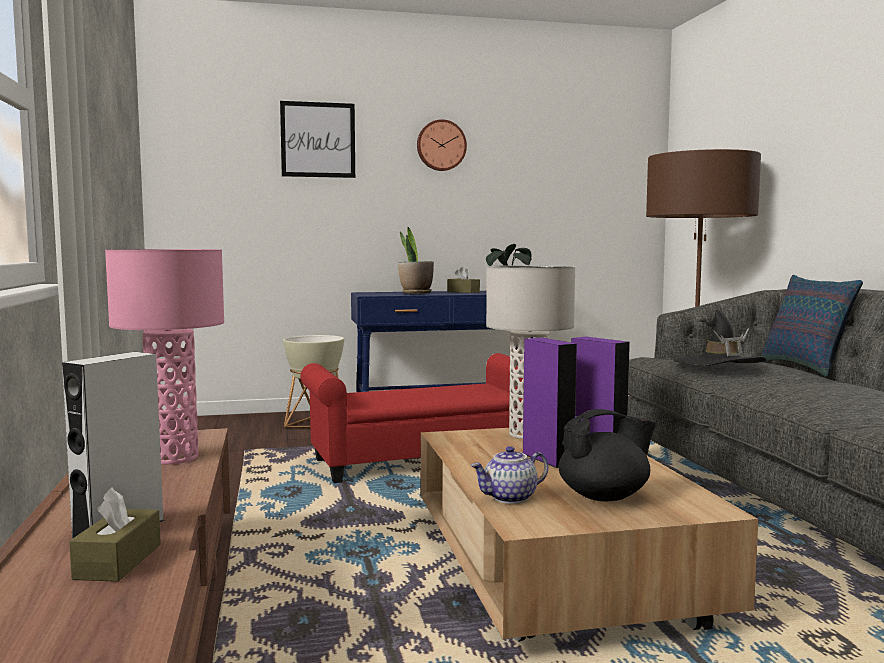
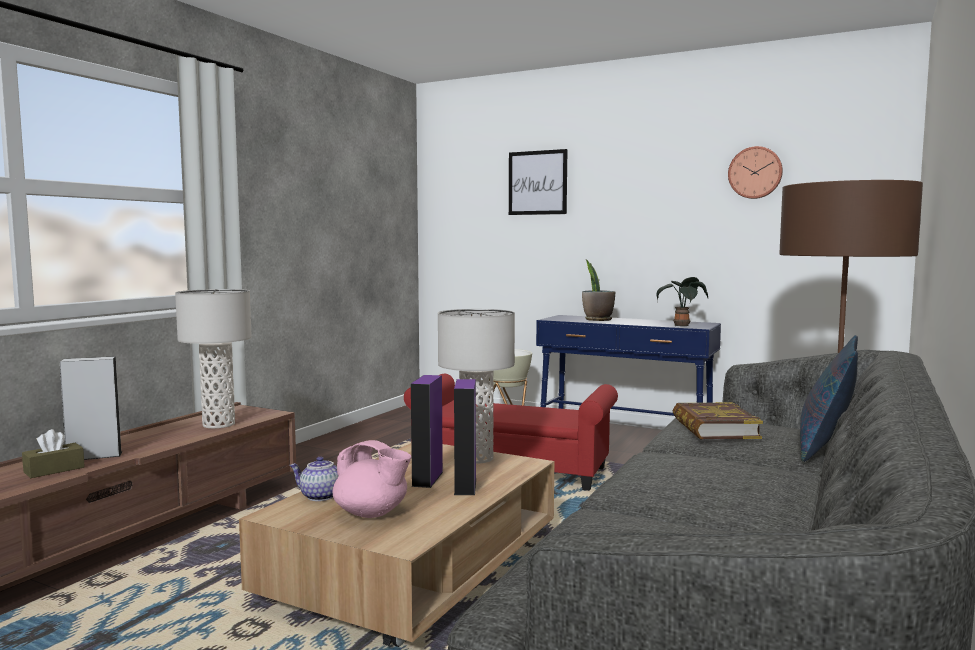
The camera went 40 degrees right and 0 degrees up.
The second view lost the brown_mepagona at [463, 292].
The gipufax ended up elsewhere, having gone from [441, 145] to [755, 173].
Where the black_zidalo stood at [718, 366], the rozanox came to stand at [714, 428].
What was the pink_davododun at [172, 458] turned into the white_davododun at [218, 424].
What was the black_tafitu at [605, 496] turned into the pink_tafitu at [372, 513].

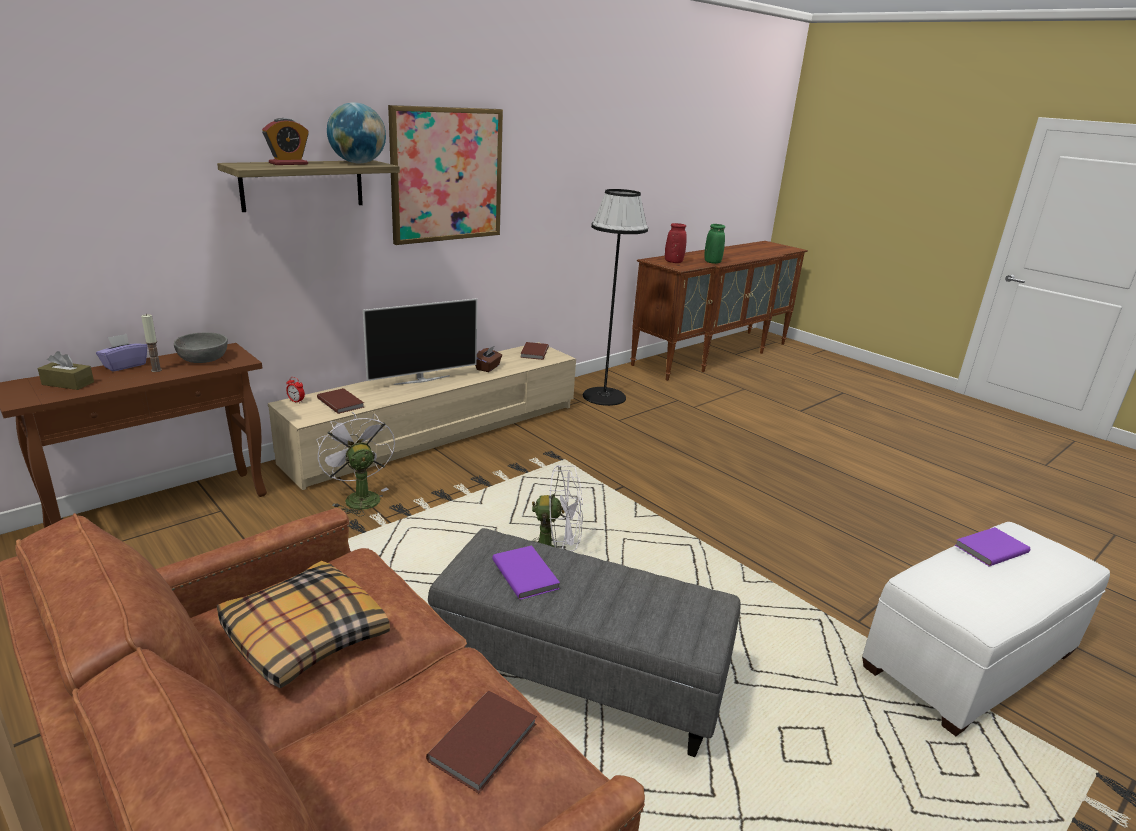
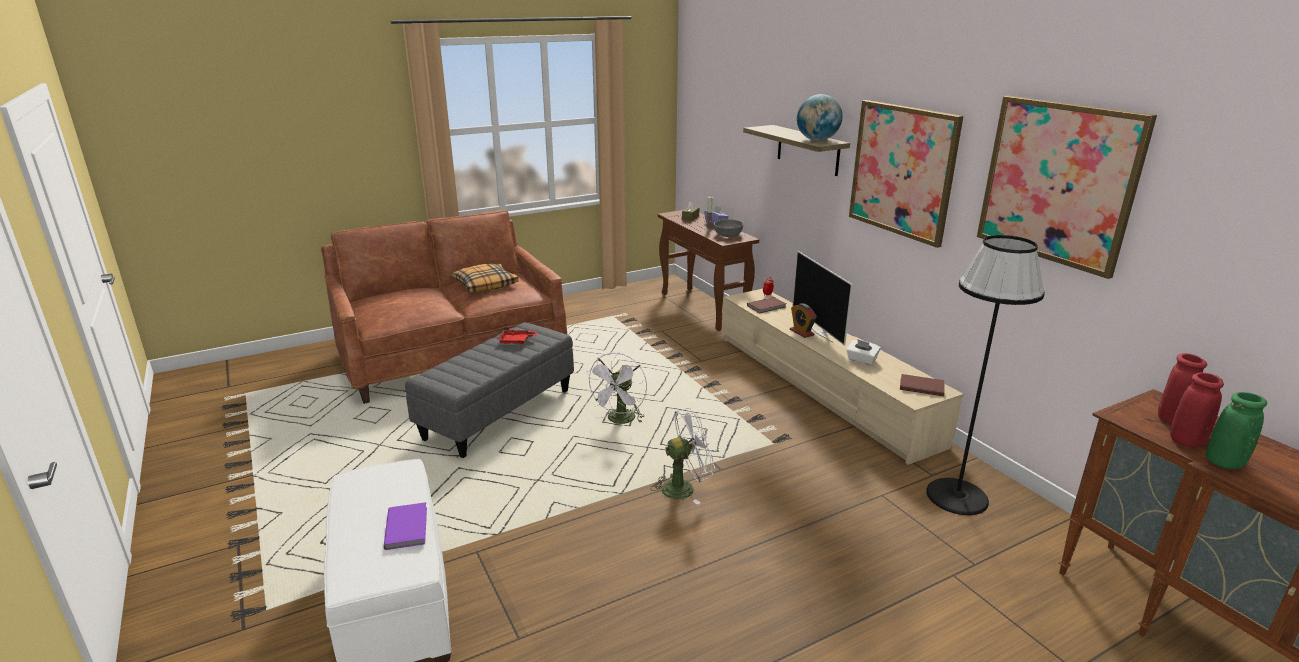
The camera went 105 degrees right and 0 degrees up.
The second view lost the brown_rozanox at [486, 742].
The second view gained the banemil at [1058, 183].
The second view gained the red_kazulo at [1187, 441].
The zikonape ended up elsewhere, having gone from [288, 163] to [801, 332].
The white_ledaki ended up elsewhere, having gone from [359, 497] to [684, 487].
Where the purple_rozanox stood at [526, 573], the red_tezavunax came to stand at [516, 341].
What was the brown_mepagona at [488, 368] turned into the white_mepagona at [861, 360].

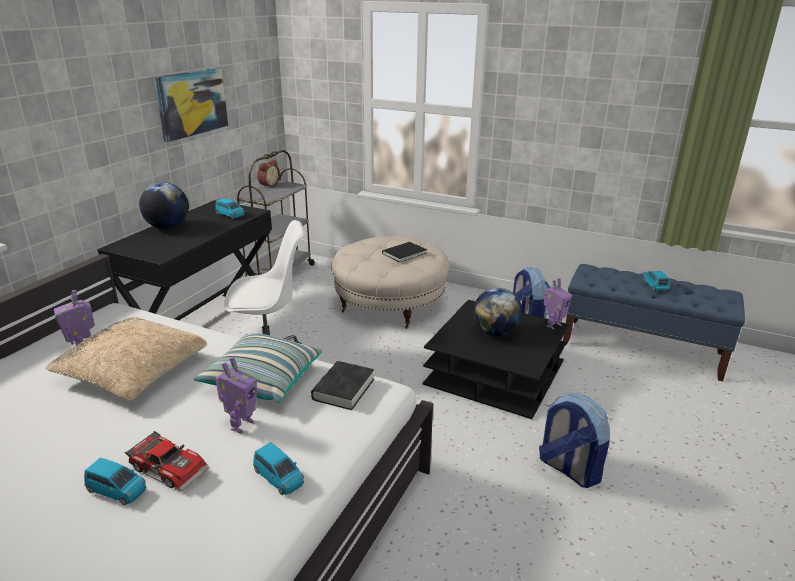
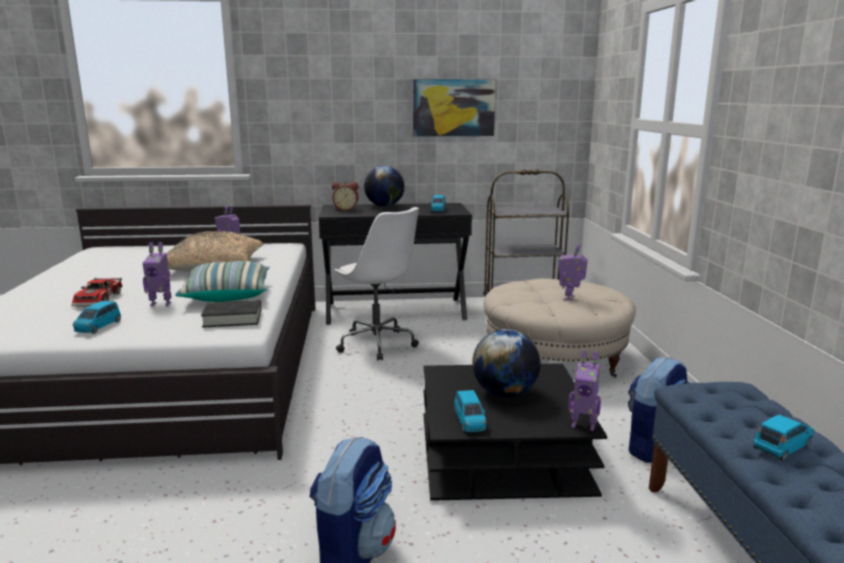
The camera went 60 degrees right and 10 degrees down.
The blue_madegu ended up elsewhere, having gone from [117, 490] to [469, 421].
The zikonape ended up elsewhere, having gone from [268, 185] to [346, 209].
Where the black_rozanox stood at [405, 253], the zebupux came to stand at [570, 298].

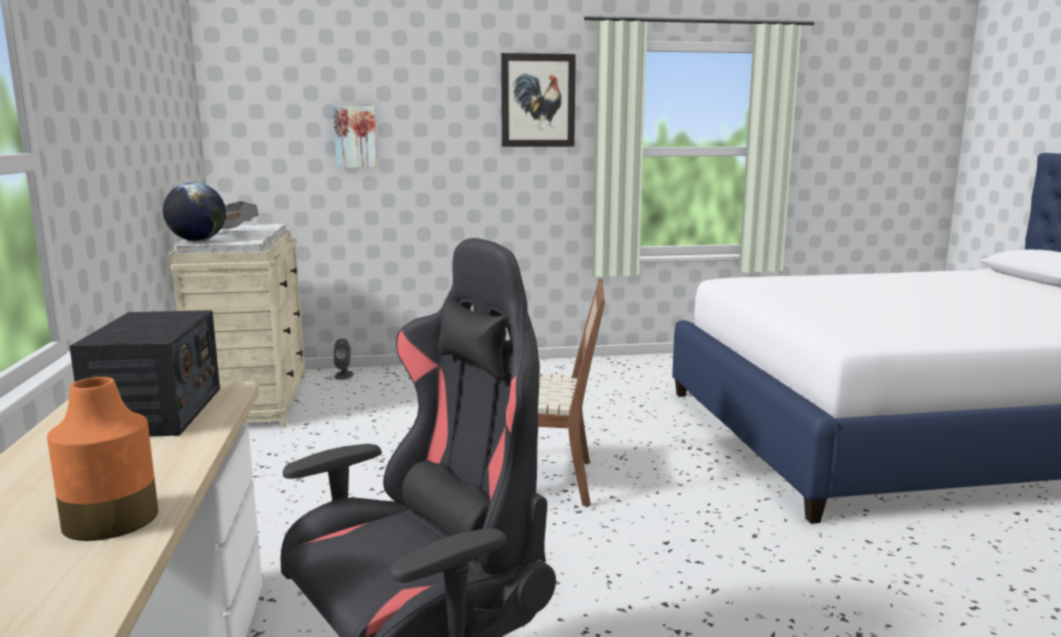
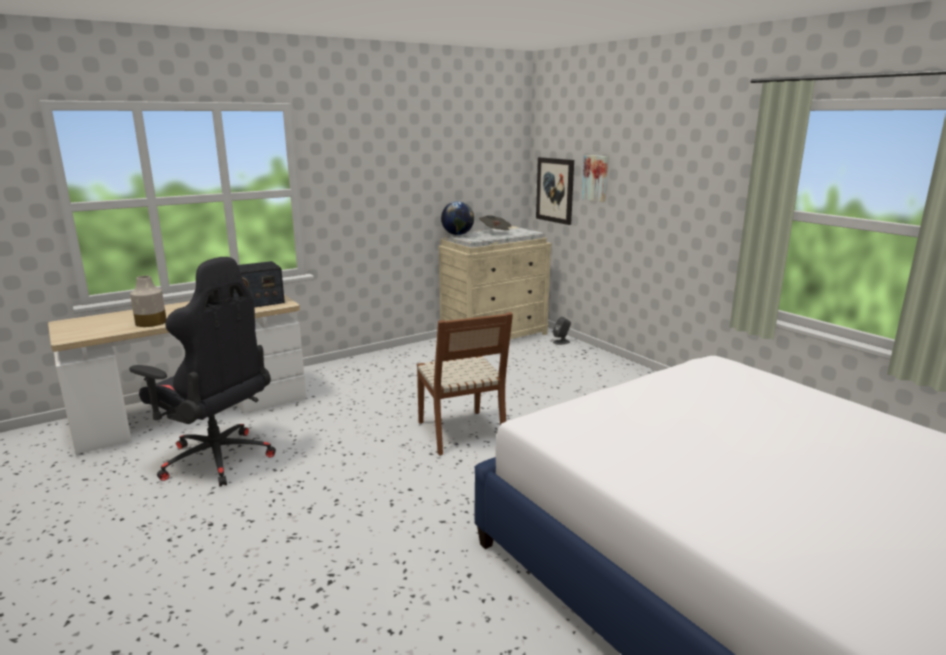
The camera went 65 degrees right and 5 degrees up.
The banemil ended up elsewhere, having gone from [538, 100] to [555, 190].
What was the orange_kazulo at [109, 519] turned into the beige_kazulo at [151, 322].

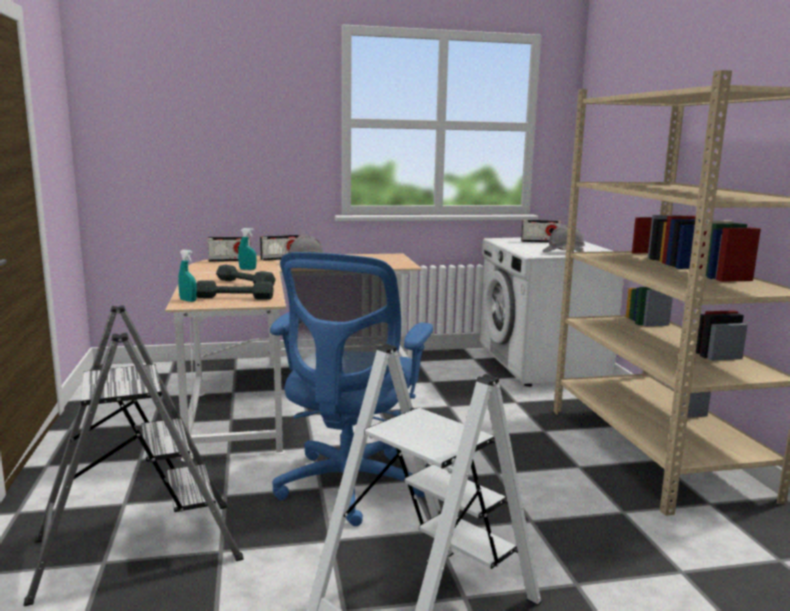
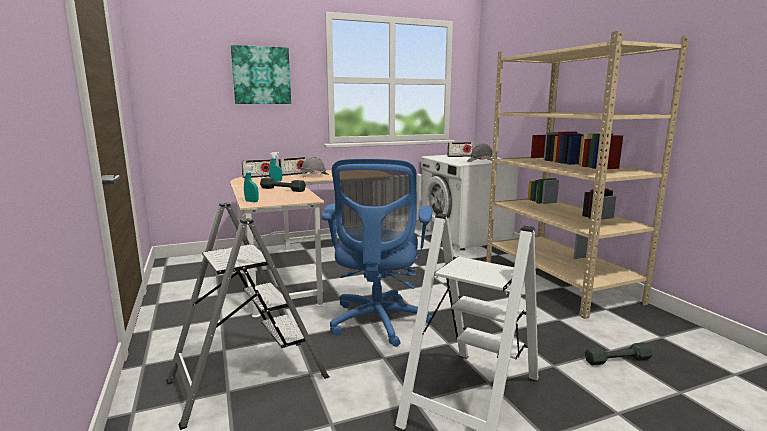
The camera went 10 degrees left and 0 degrees up.
The second view gained the banemil at [261, 75].
The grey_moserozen ended up elsewhere, having gone from [234, 298] to [617, 360].

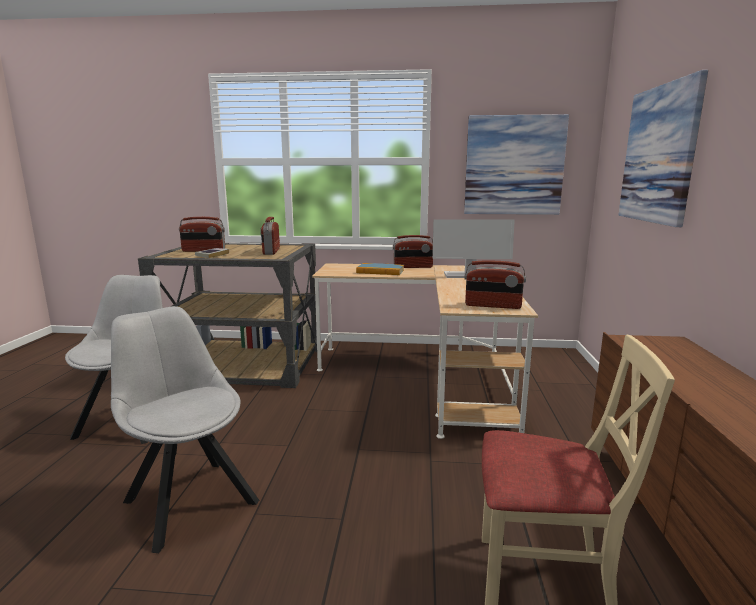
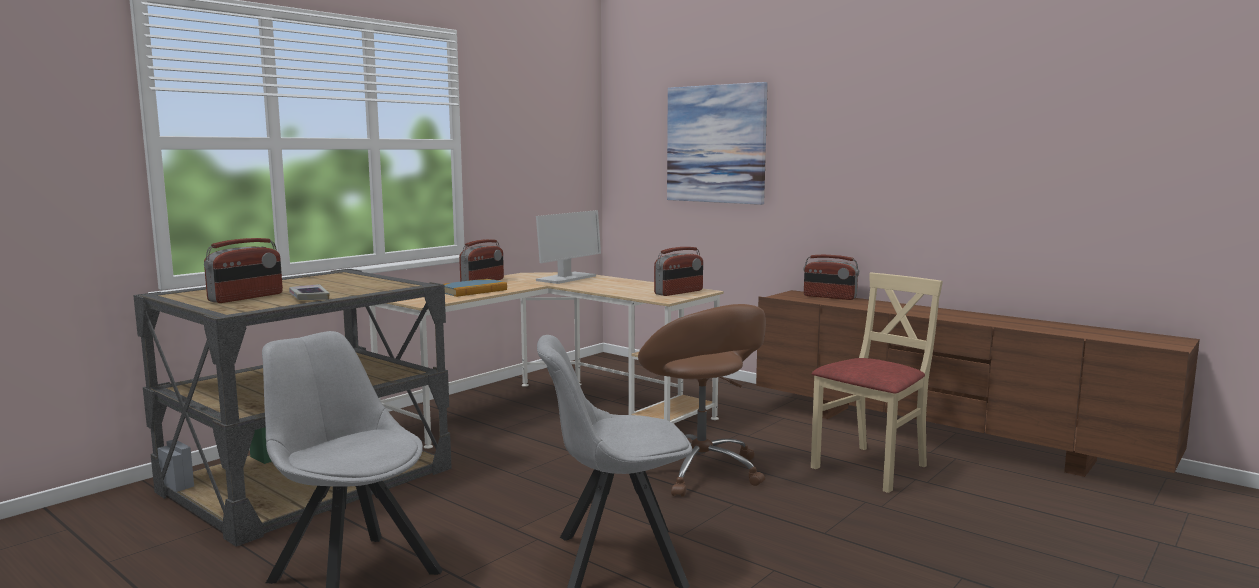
The camera went 55 degrees left and 5 degrees down.
The second view lost the banemil at [514, 165].
The second view gained the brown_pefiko at [701, 473].
The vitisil ended up elsewhere, having gone from [271, 251] to [829, 297].

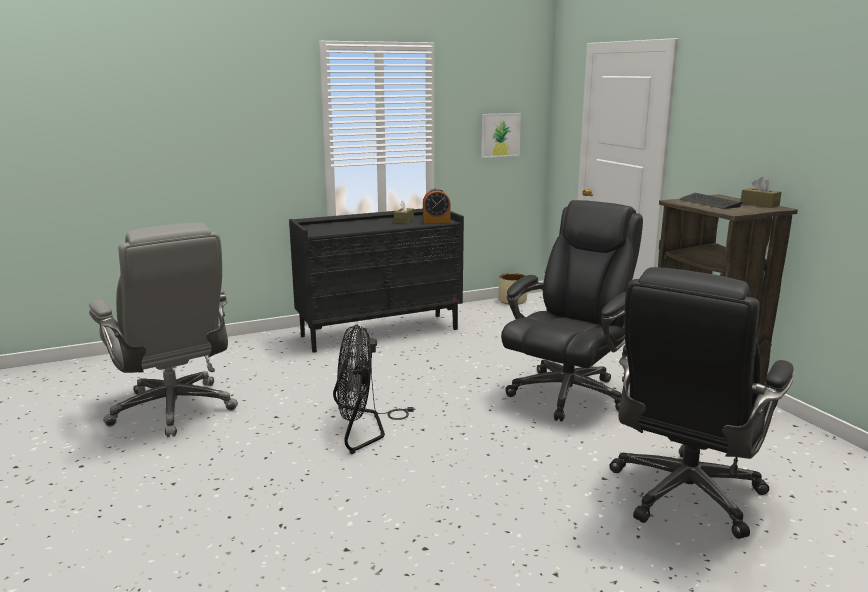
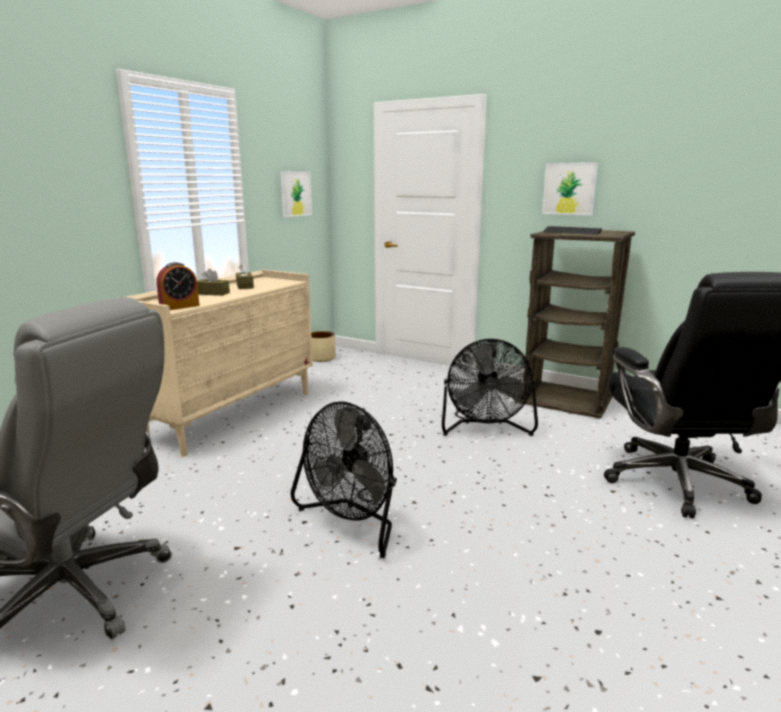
The camera went 35 degrees left and 0 degrees up.
The second view gained the banemil at [569, 189].
The zikonape ended up elsewhere, having gone from [436, 221] to [179, 307].
The brown_mepagona ended up elsewhere, having gone from [759, 204] to [212, 293].
Where the black_pefiko stood at [567, 395], the black_ledaki came to stand at [482, 427].
What was the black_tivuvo at [381, 332] turned into the beige_tivuvo at [235, 415].

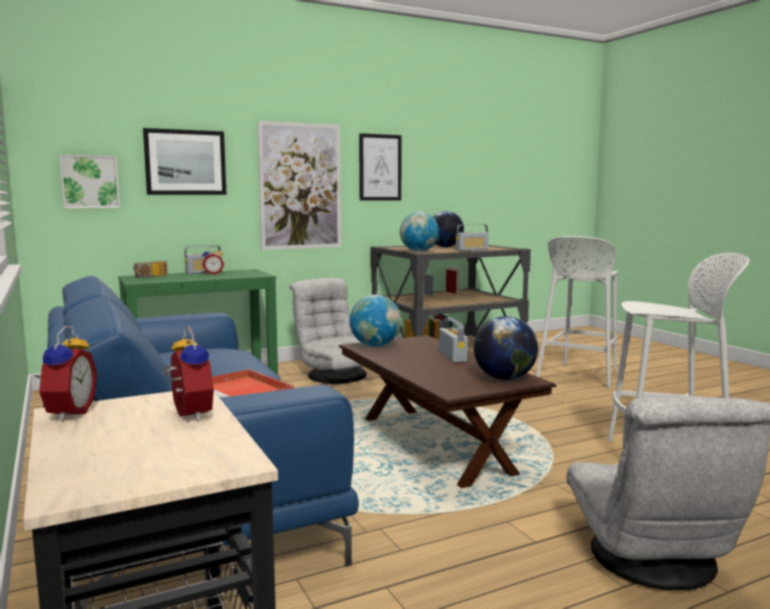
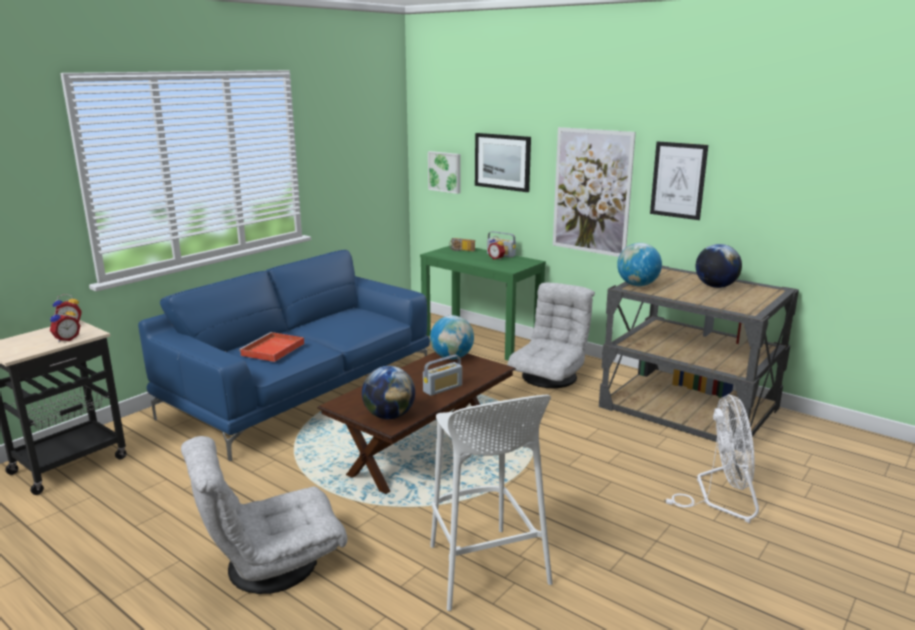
The camera went 65 degrees right and 10 degrees up.
The second view lost the vitisil at [471, 250].
Where the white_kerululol stood at [580, 375], the white_ledaki came to stand at [717, 494].

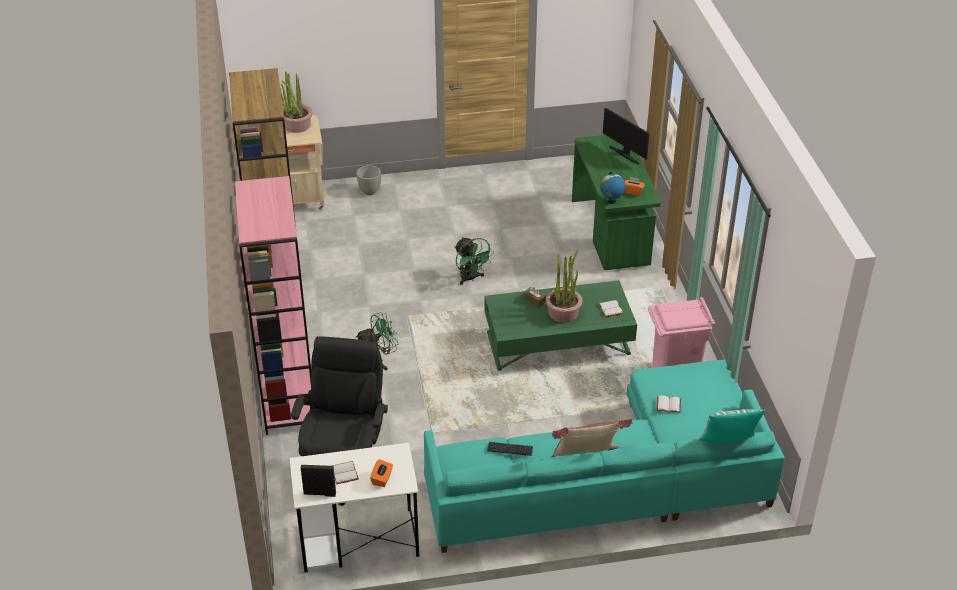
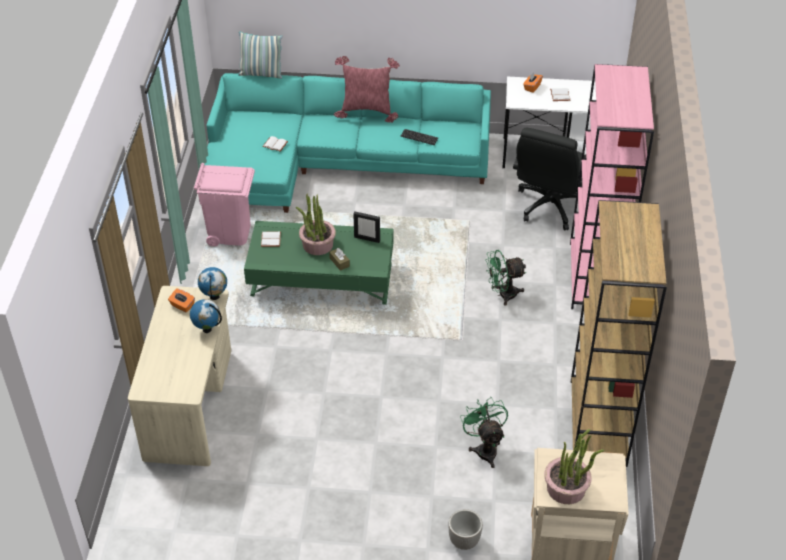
The camera went 165 degrees left and 5 degrees up.
The second view lost the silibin at [625, 154].
The second view gained the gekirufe at [207, 329].
The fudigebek ended up elsewhere, having gone from [319, 494] to [367, 238].
The green_ledaki ended up elsewhere, having gone from [471, 278] to [485, 448].
What was the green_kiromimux at [612, 232] turned into the beige_kiromimux at [190, 404].

